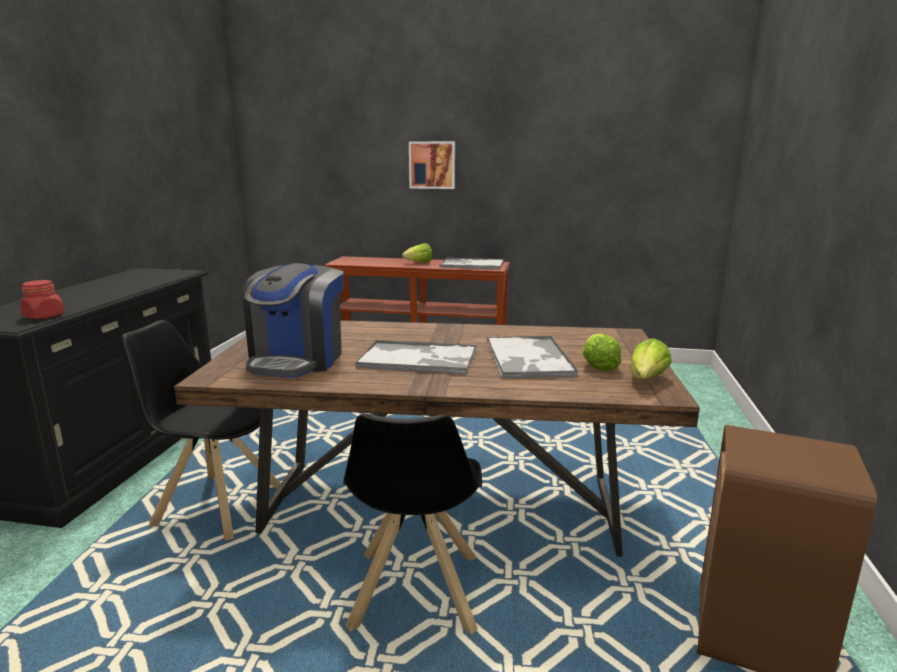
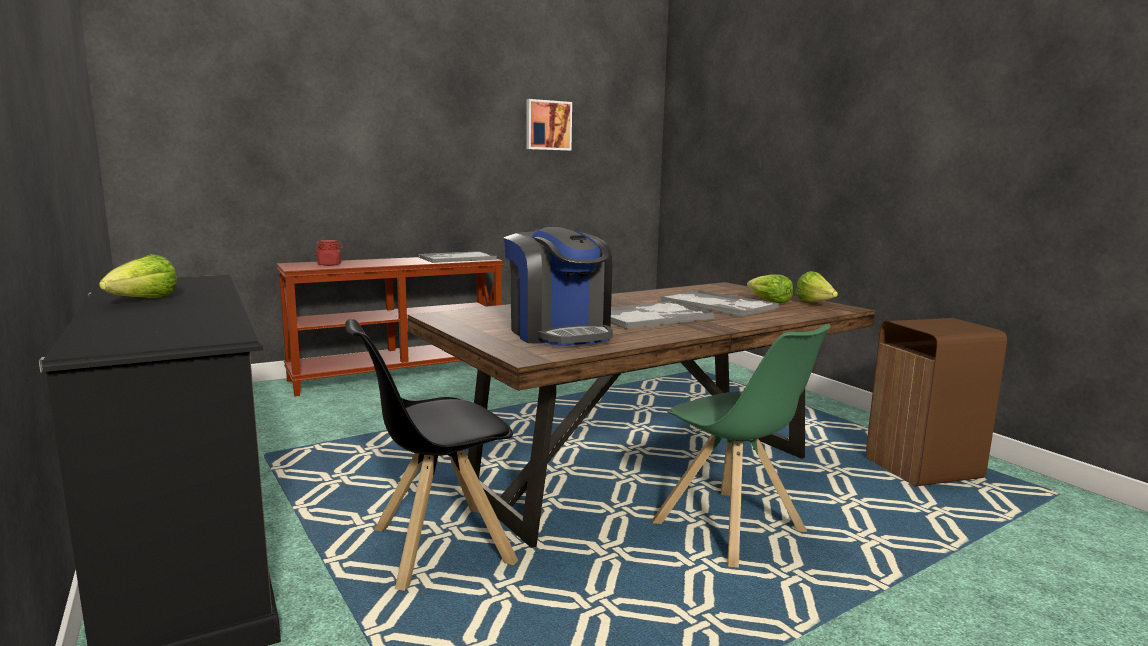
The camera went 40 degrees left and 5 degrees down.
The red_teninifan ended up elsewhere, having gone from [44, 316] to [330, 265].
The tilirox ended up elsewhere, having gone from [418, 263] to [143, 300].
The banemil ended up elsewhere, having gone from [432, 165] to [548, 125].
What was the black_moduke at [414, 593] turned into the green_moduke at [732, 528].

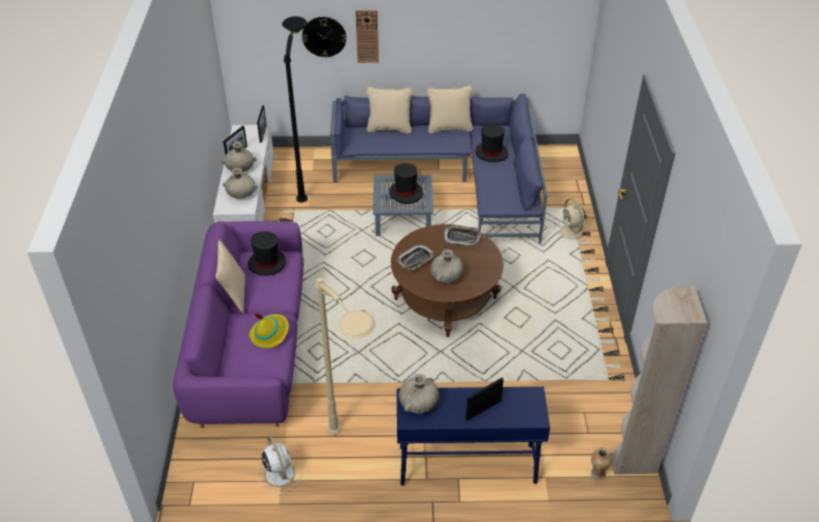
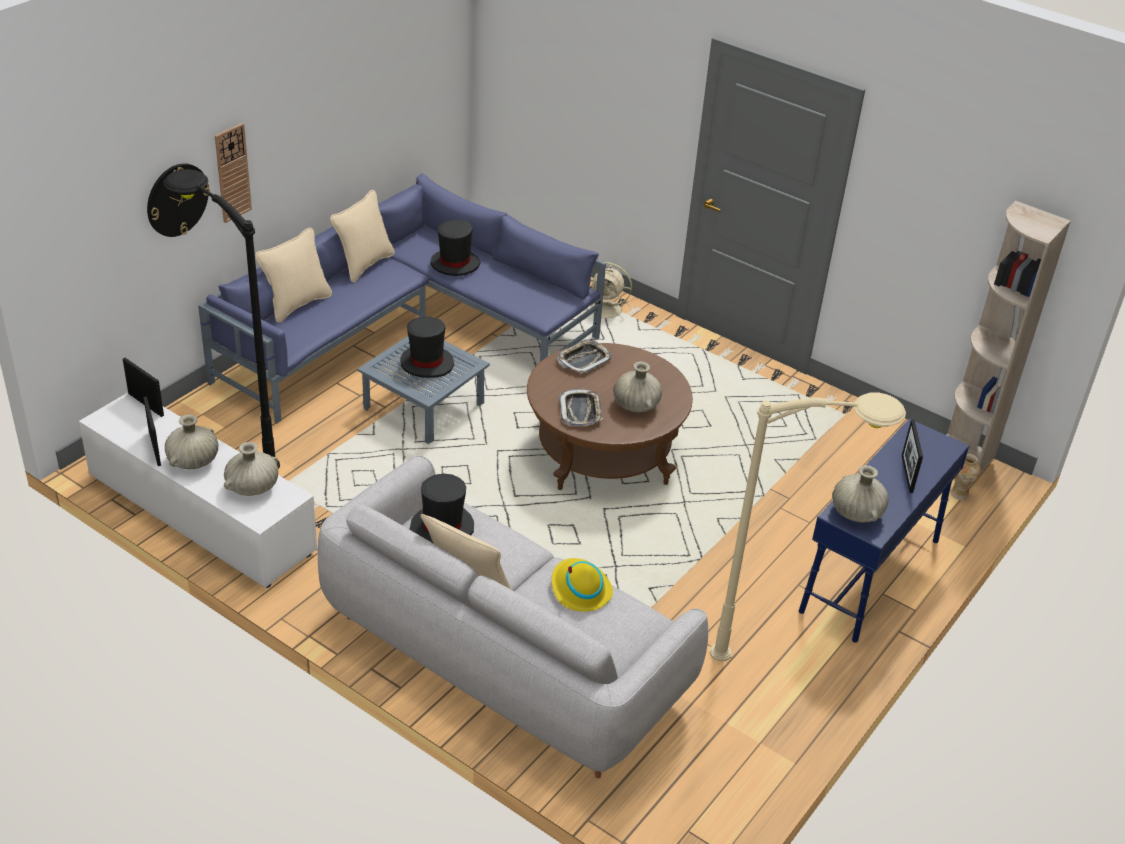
The camera went 55 degrees left and 5 degrees down.
The second view lost the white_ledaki at [279, 473].
What was the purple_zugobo at [250, 348] turned into the grey_zugobo at [503, 658].

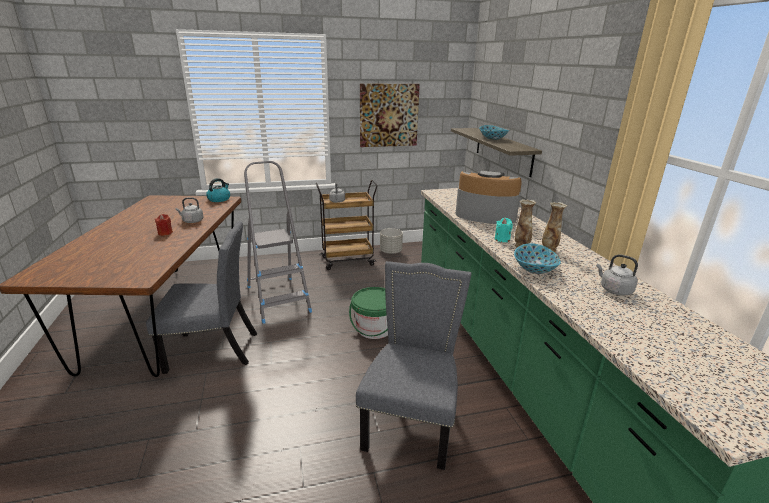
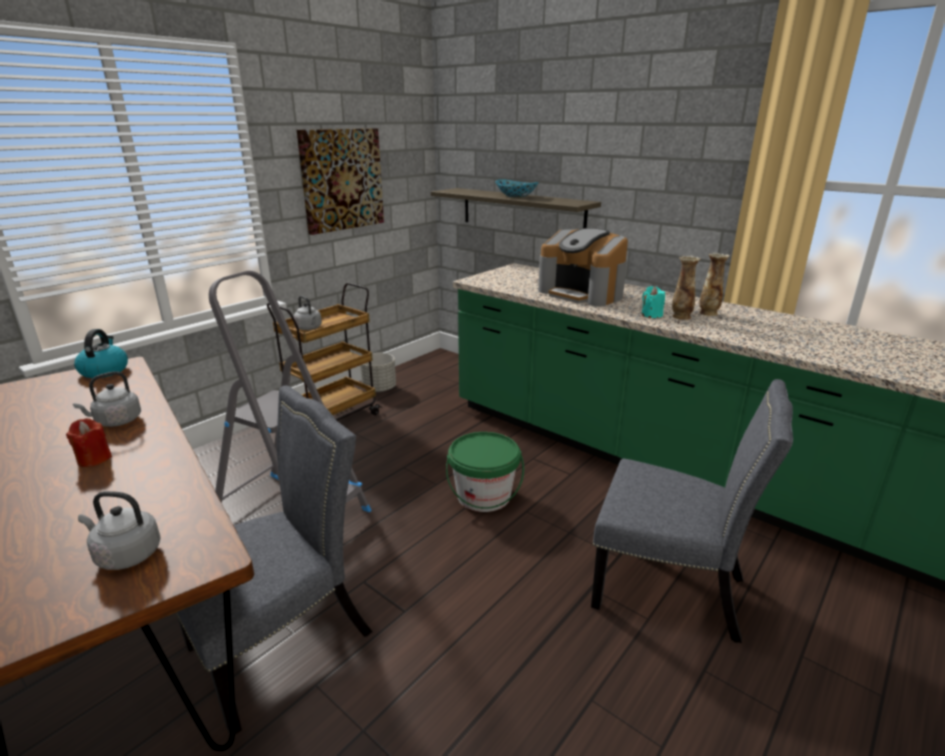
The camera went 35 degrees left and 0 degrees up.
The second view lost the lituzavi at [535, 269].
The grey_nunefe ended up elsewhere, having gone from [614, 290] to [126, 555].
The grey_moduke at [411, 423] ended up facing another way, 135 degrees clockwise from before.
The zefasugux at [485, 215] ended up facing another way, 120 degrees counterclockwise from before.

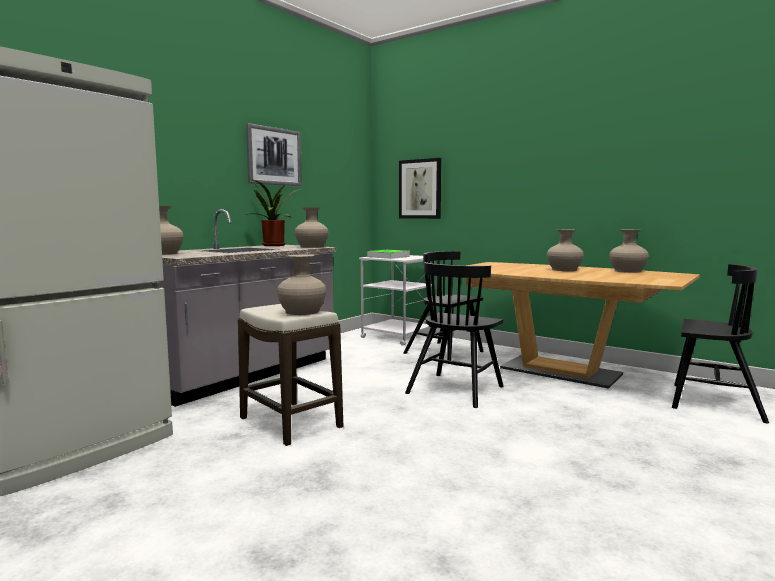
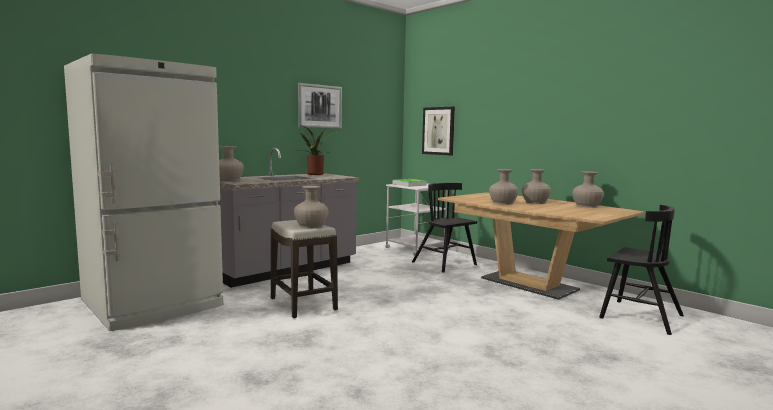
The camera went 10 degrees right and 0 degrees up.
The second view lost the black_moduke at [457, 388].
The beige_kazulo ended up elsewhere, having gone from [311, 247] to [503, 203].

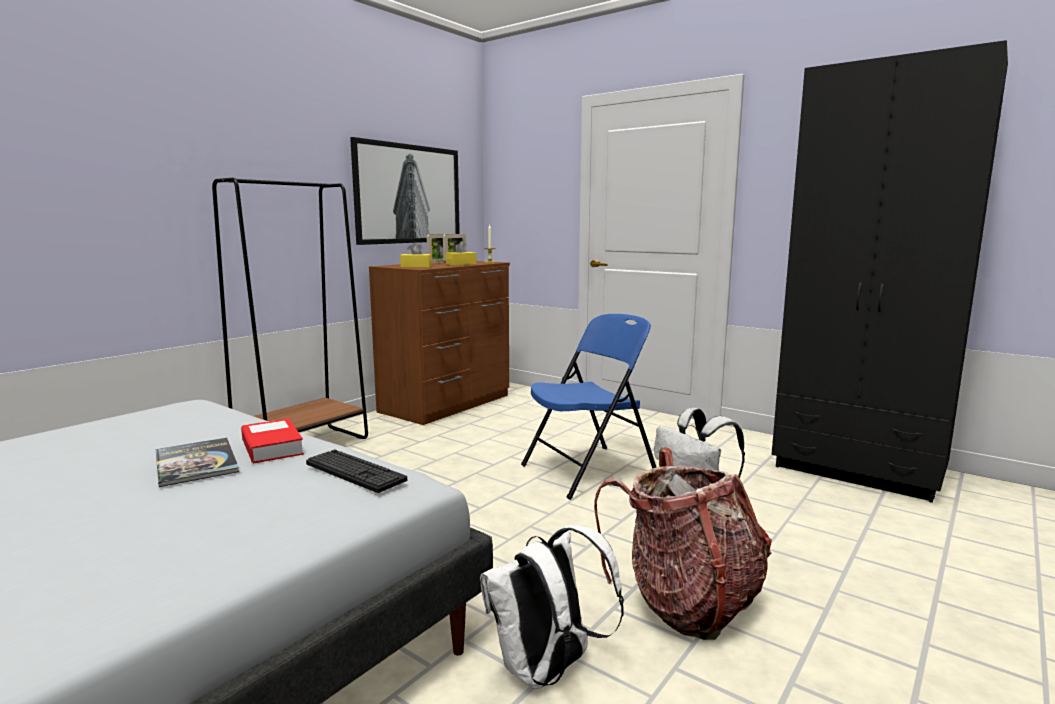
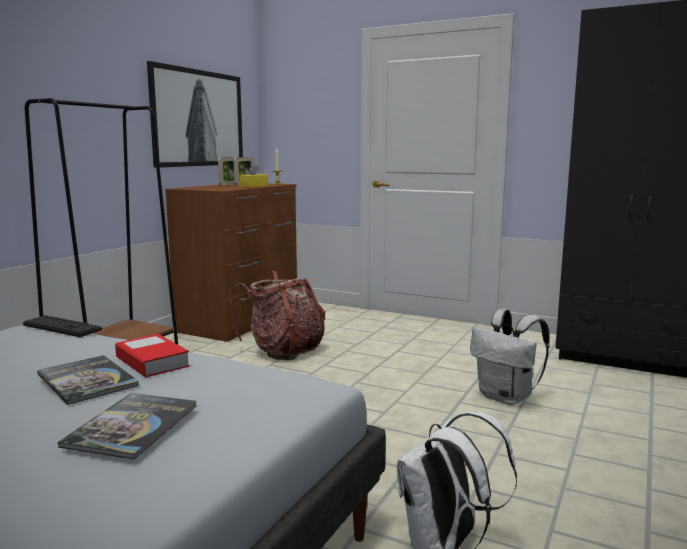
The camera went 10 degrees left and 0 degrees up.
The second view lost the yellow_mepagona at [416, 267].
The second view lost the blue_moduke at [589, 471].
The second view gained the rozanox at [132, 426].
The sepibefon ended up elsewhere, having gone from [355, 472] to [62, 327].
The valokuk ended up elsewhere, having gone from [687, 603] to [284, 350].

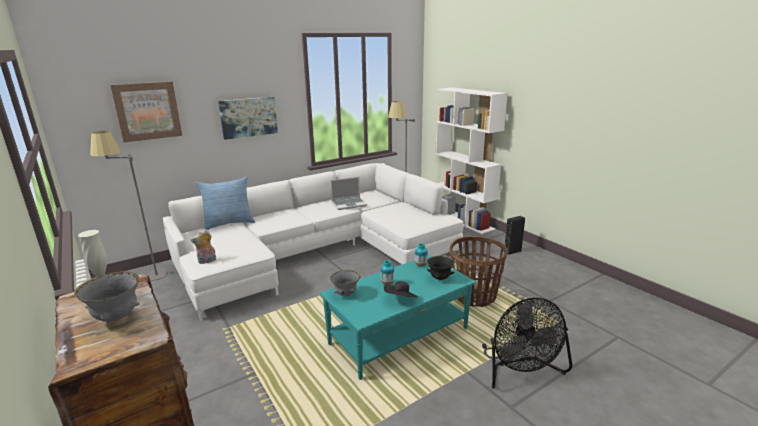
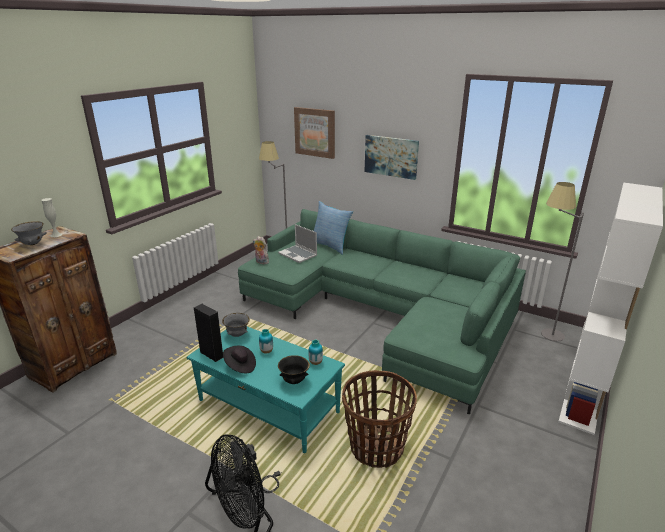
The camera went 65 degrees right and 5 degrees up.
The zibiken ended up elsewhere, having gone from [349, 204] to [298, 255].
The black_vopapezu ended up elsewhere, having gone from [512, 251] to [211, 354].
What was the white_zugobo at [320, 253] turned into the green_zugobo at [381, 313].

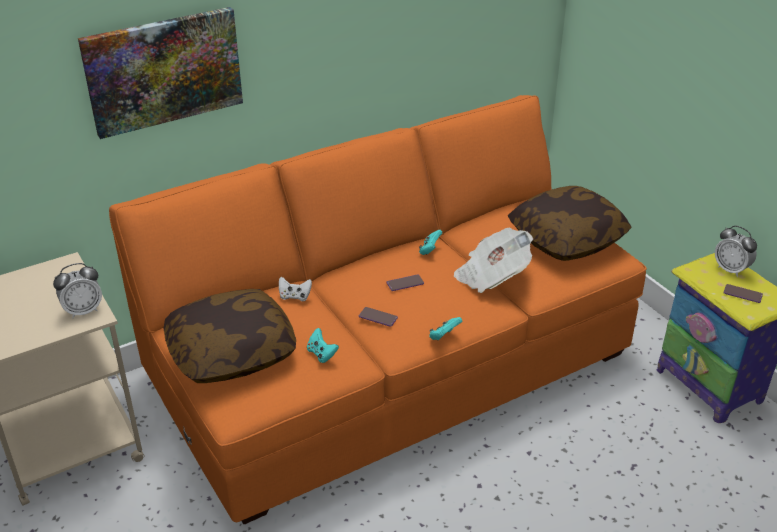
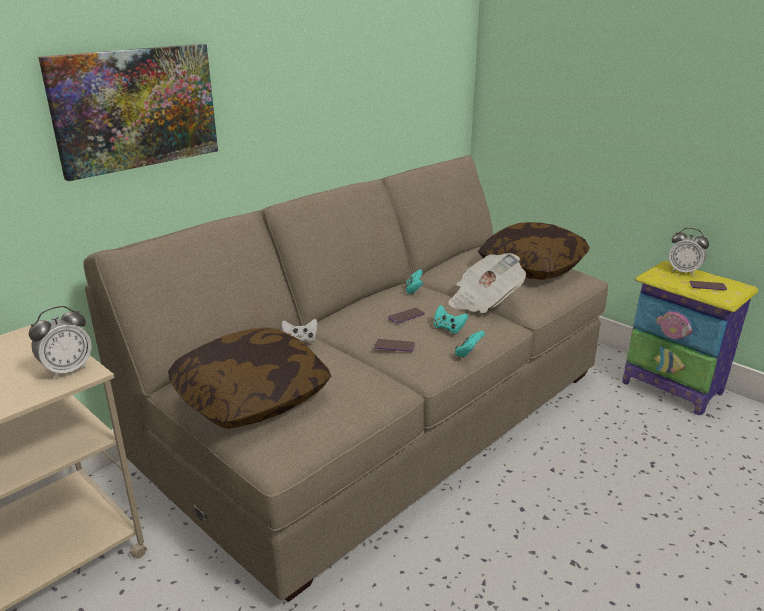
The camera went 15 degrees left and 10 degrees down.
The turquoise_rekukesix ended up elsewhere, having gone from [321, 354] to [448, 328].
What was the orange_zugobo at [388, 365] turned into the beige_zugobo at [381, 417].

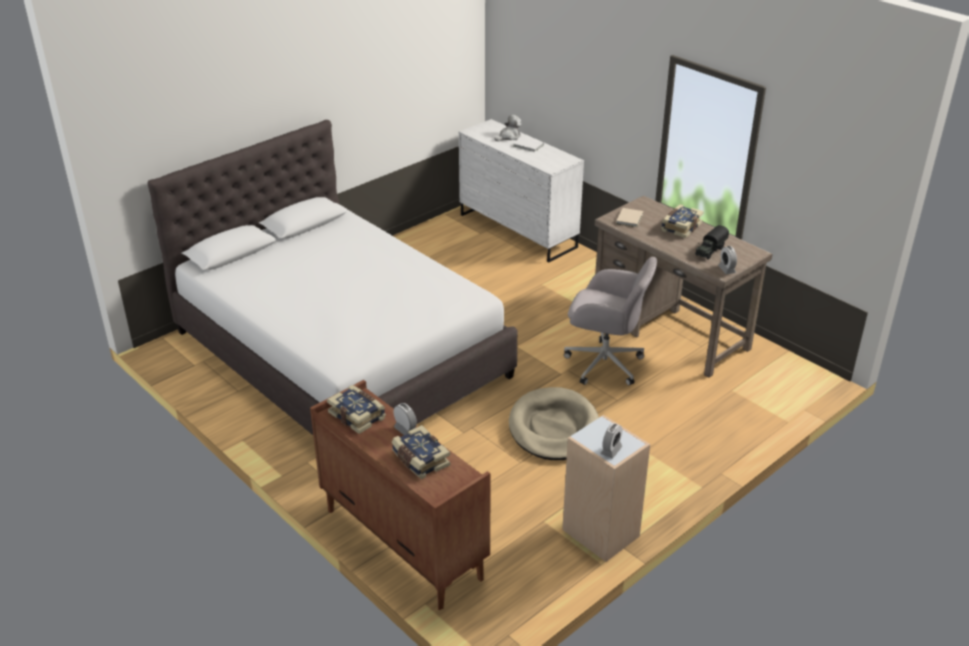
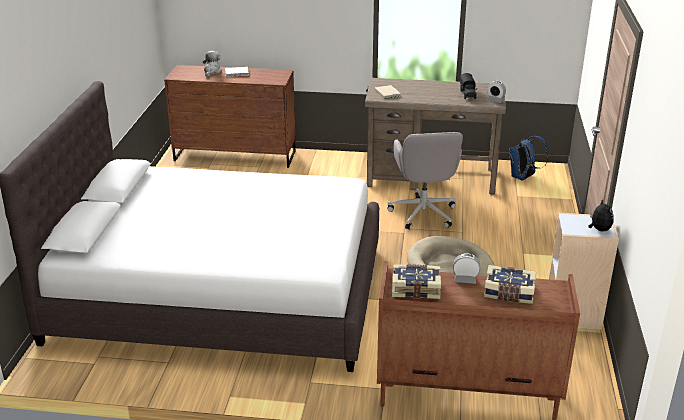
The camera went 40 degrees left and 5 degrees down.
The second view lost the rozanox at [680, 227].
The second view gained the blue_valokuk at [523, 177].
Where the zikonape stood at [611, 450], the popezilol came to stand at [599, 229].
What was the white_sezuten at [518, 230] turned into the brown_sezuten at [235, 155].
The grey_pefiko at [605, 365] ended up facing another way, 105 degrees clockwise from before.

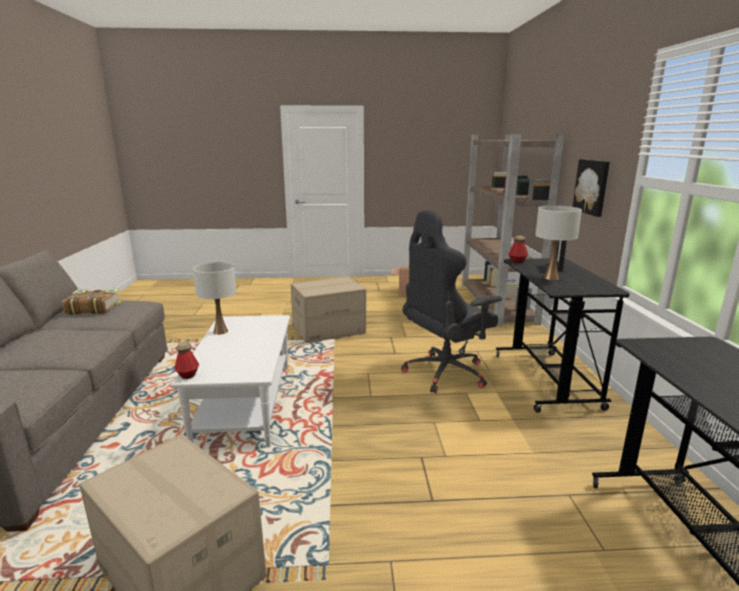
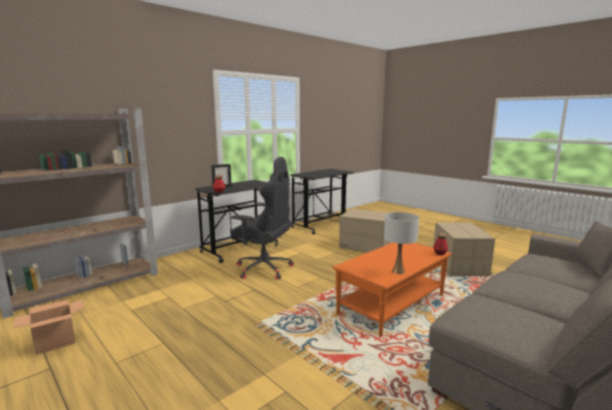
The camera went 130 degrees left and 5 degrees down.
The second view lost the rozanox at [93, 308].
The second view lost the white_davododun at [550, 277].
The second view lost the banemil at [592, 187].
The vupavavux ended up elsewhere, having gone from [328, 330] to [365, 246].
What was the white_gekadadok at [245, 403] turned into the orange_gekadadok at [391, 305].

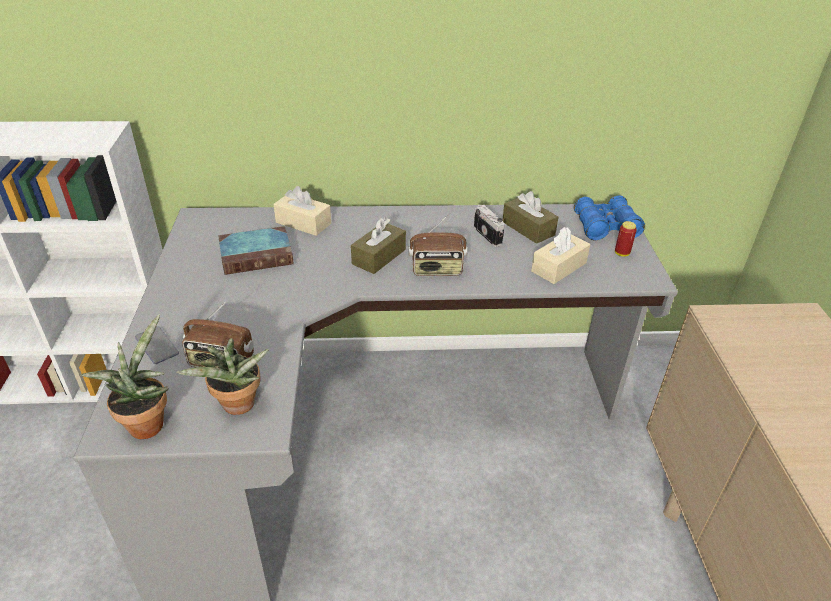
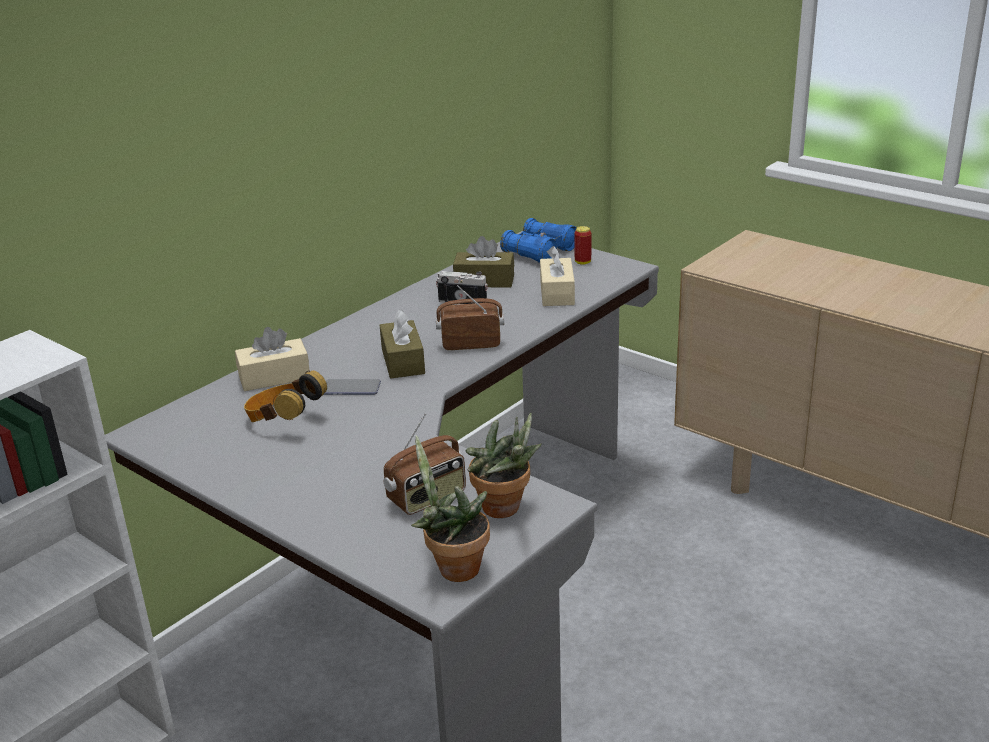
The camera went 45 degrees left and 10 degrees down.
The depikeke ended up elsewhere, having gone from [157, 346] to [351, 388].
Where the rozanox stood at [258, 255], the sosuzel came to stand at [284, 421].
The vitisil at [437, 270] ended up facing another way, 135 degrees counterclockwise from before.

